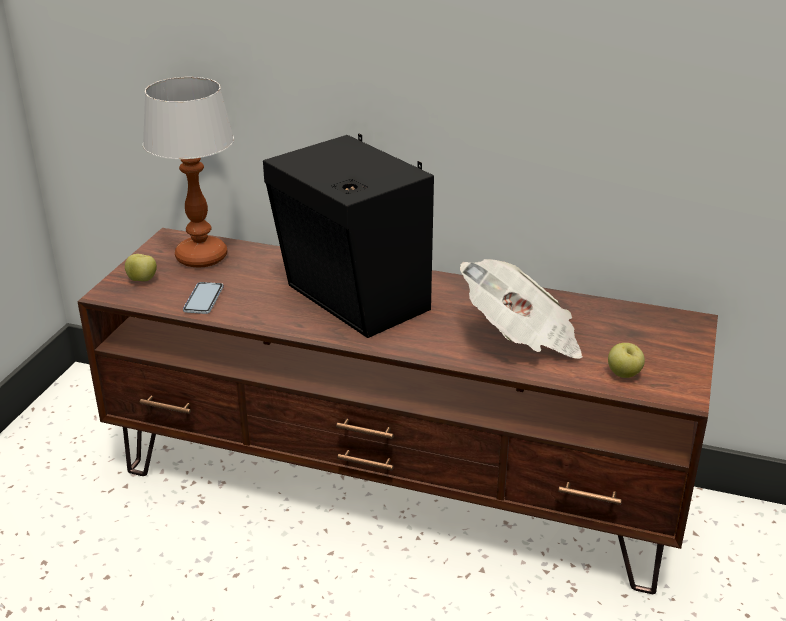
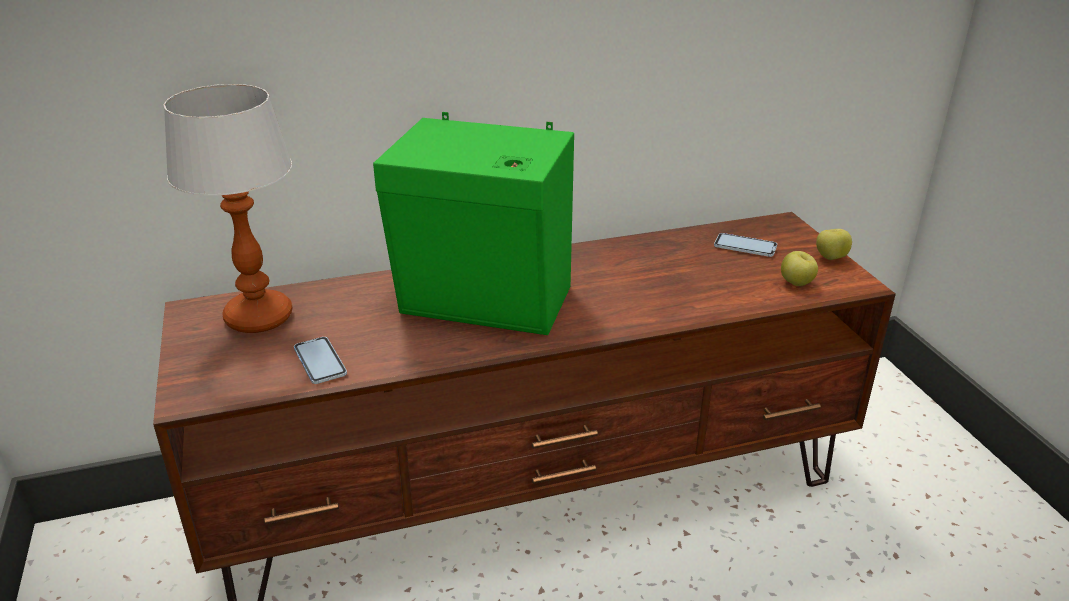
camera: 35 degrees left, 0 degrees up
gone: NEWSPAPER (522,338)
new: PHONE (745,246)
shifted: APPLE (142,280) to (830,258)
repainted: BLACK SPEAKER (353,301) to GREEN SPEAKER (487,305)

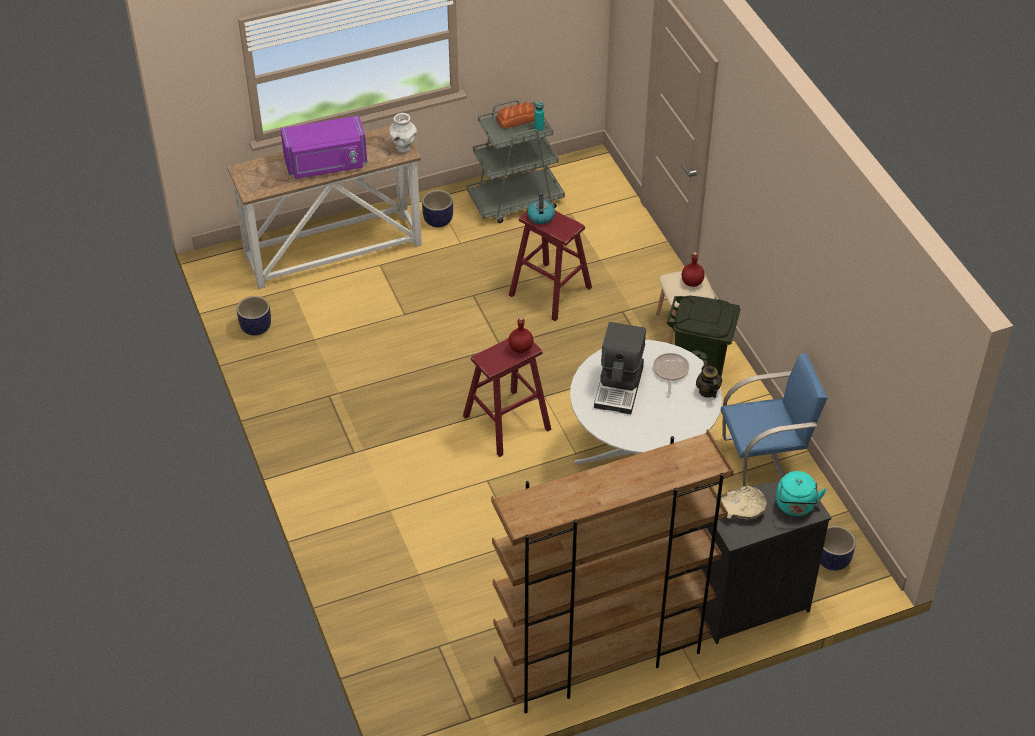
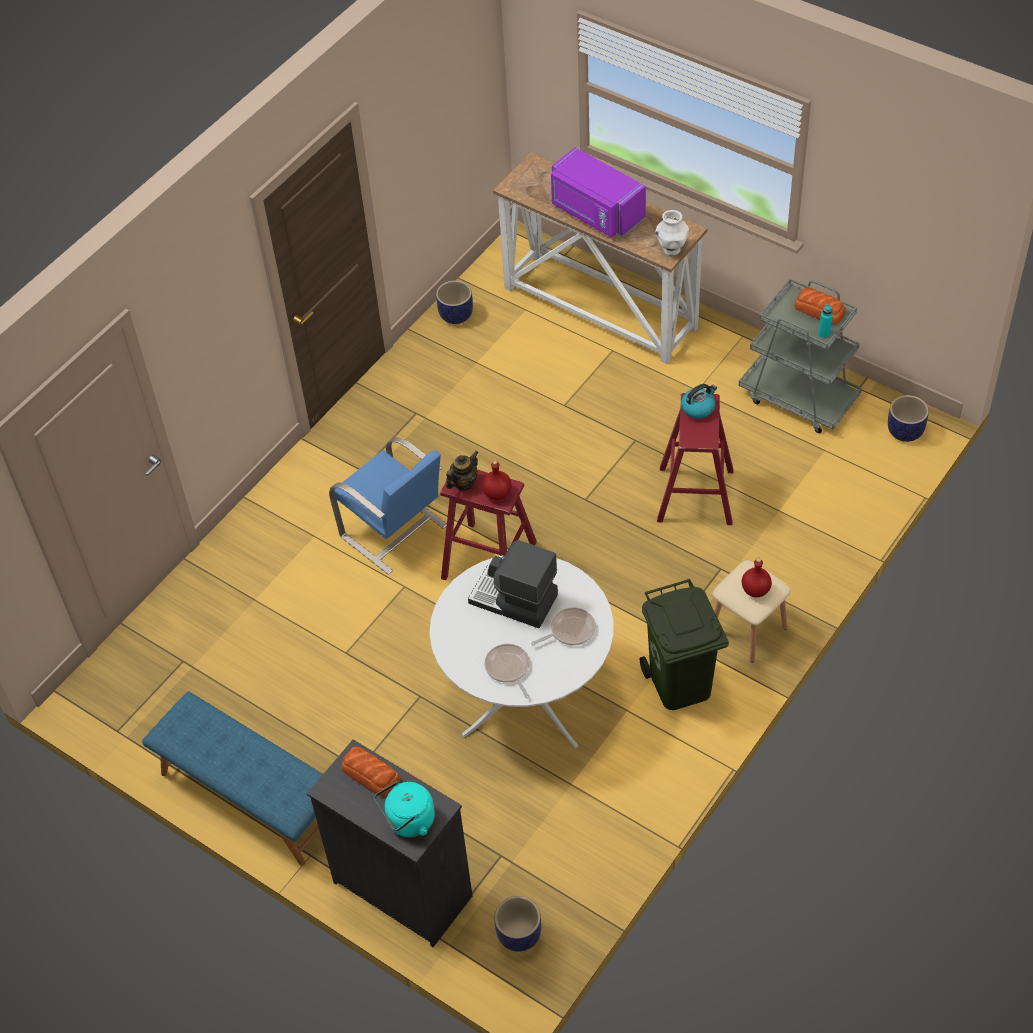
camera: 60 degrees right, 5 degrees up
new: FRYING PAN (508,668)
shifted: PLANTER (438,220) to (905,431); TEAPOT (707,391) to (463,483); BLUE CHAIR (765,459) to (394,532)
swapped: BROWN BOOKCASE (601,661) to BLUE BENCH (249,797); BEIGE BOWL (742,508) to BREAD (371,775)
rotated: COFFEE MACHINE (619,387) = (513,600) 45 degrees clockwise

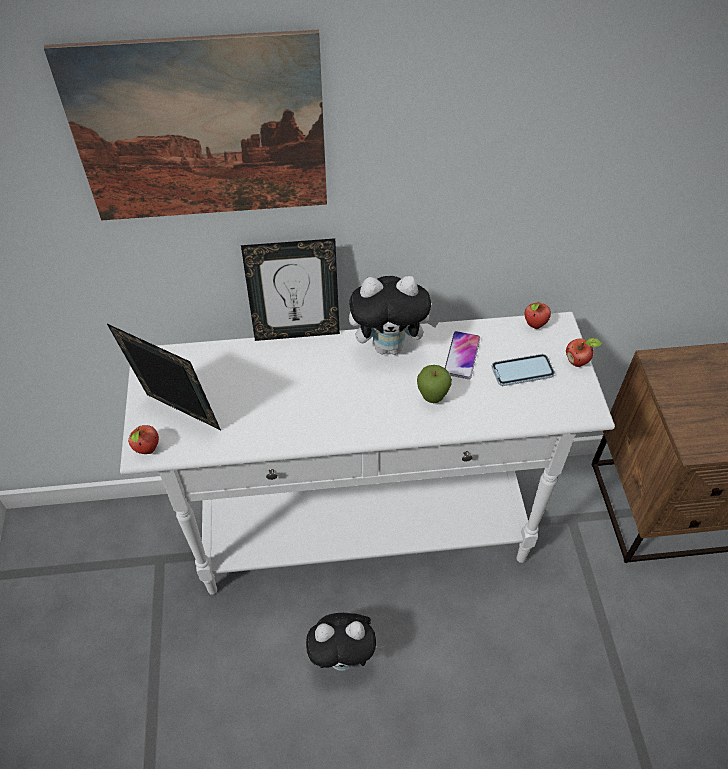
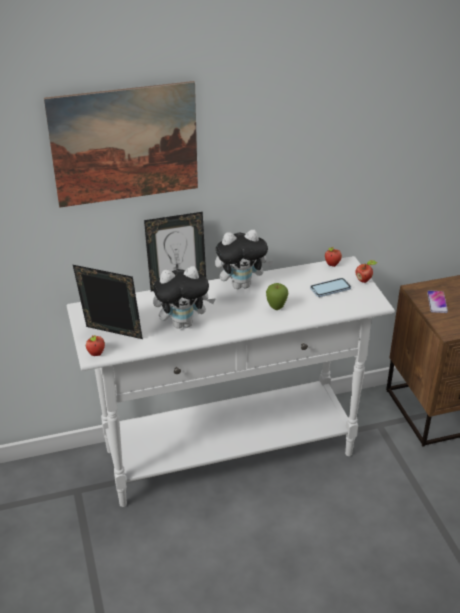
camera: 10 degrees left, 15 degrees down
shifted: PLUSH TOY (344,656) to (183,323); PHONE (462,356) to (437,302)

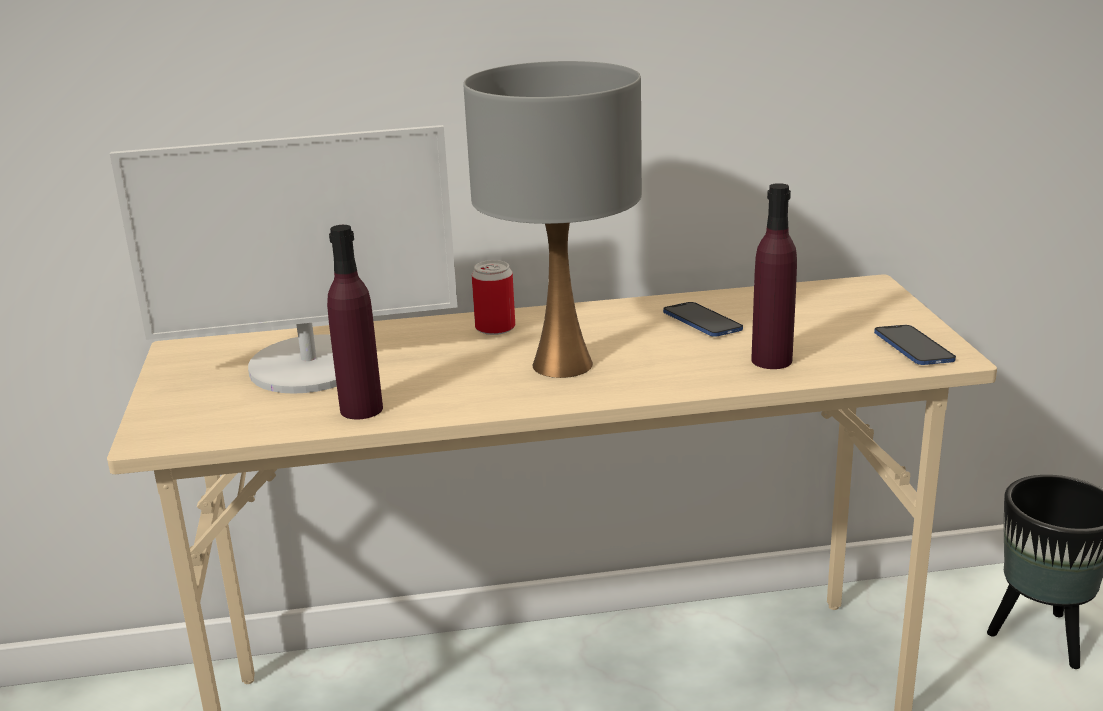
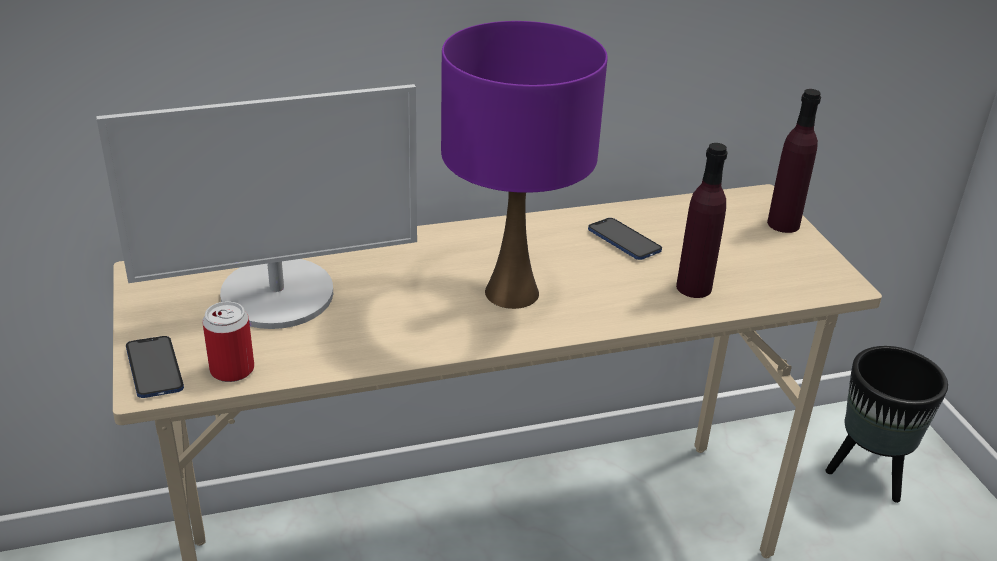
camera: 10 degrees left, 10 degrees up
shifted: PURPLE BOTTLE (361,409) to (783,224); CAN (495,328) to (232,370); PHONE (913,347) to (154,368)
repainted: GREY TABLE LAMP (563,364) to PURPLE TABLE LAMP (513,292)

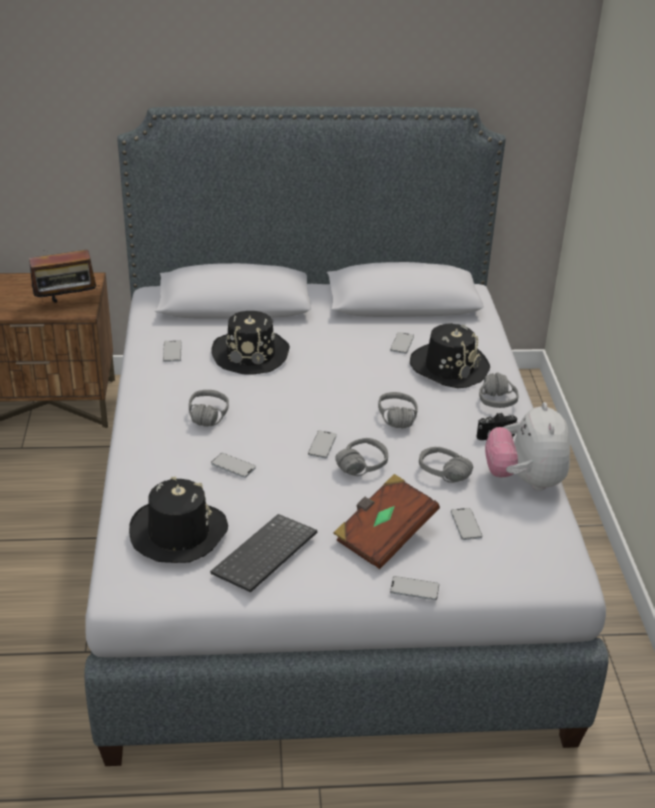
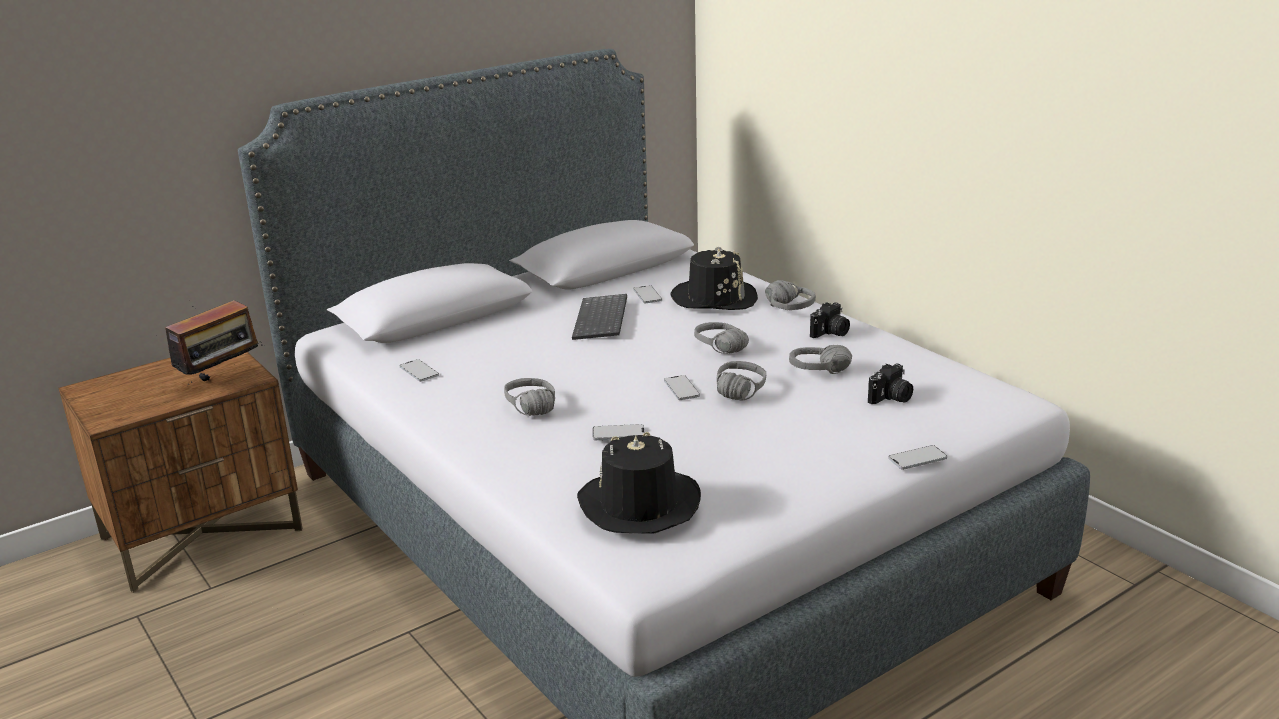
camera: 30 degrees left, 10 degrees down
gone: BLACK HAT (251,354); BROWN BOOK (384,535); PLUSH TOY (524,480)
shifted: KEYBOARD (265,556) to (602,320)
swapped: PHONE (466,524) to PHOTO CAMERA (891,398)

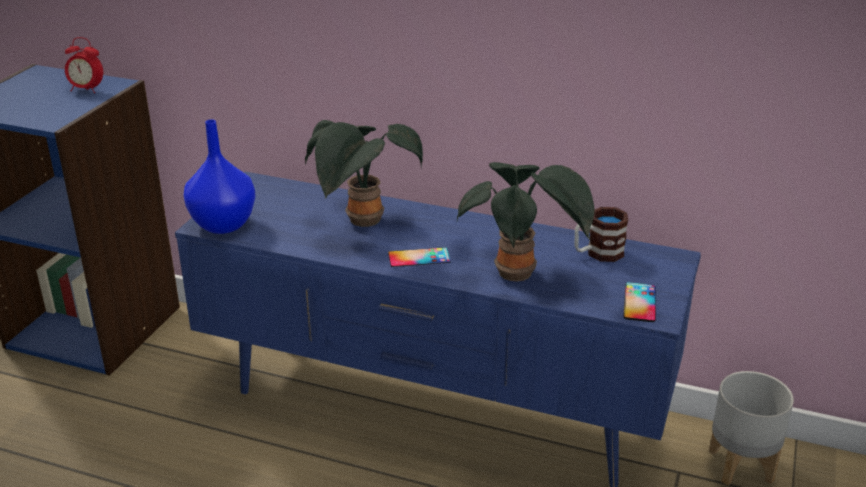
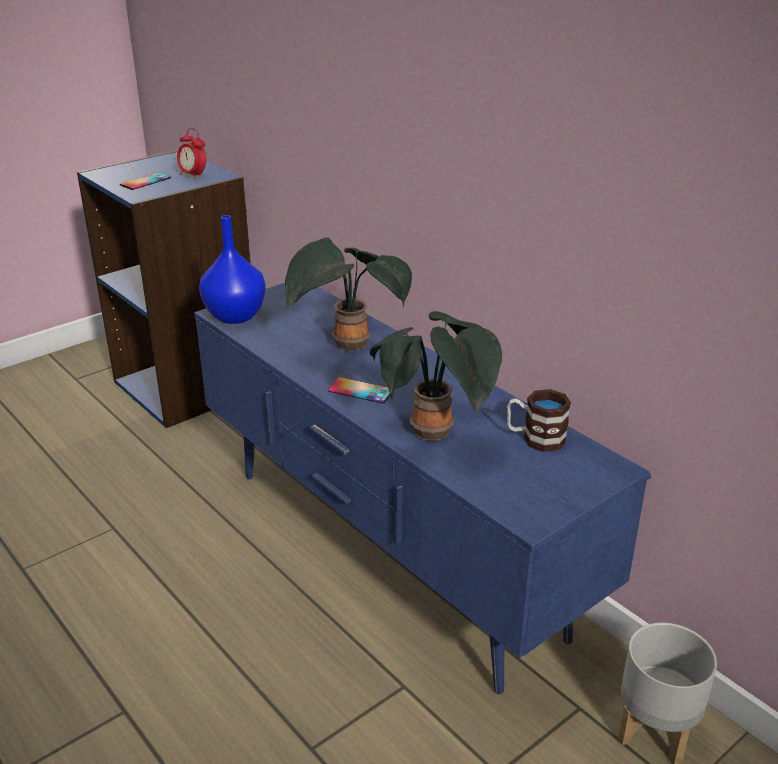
camera: 30 degrees right, 0 degrees up
shifted: PHONE (639,302) to (145,181)

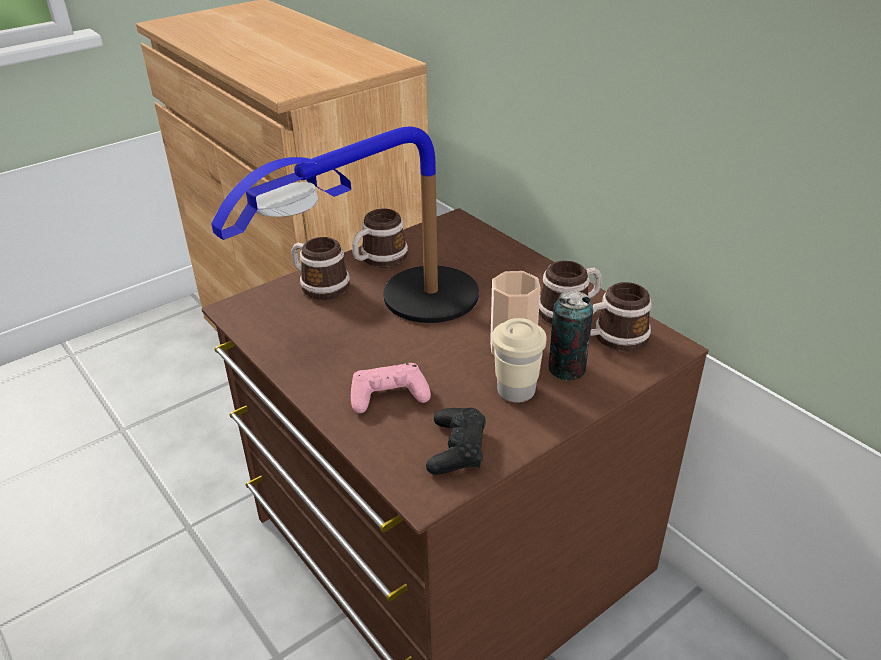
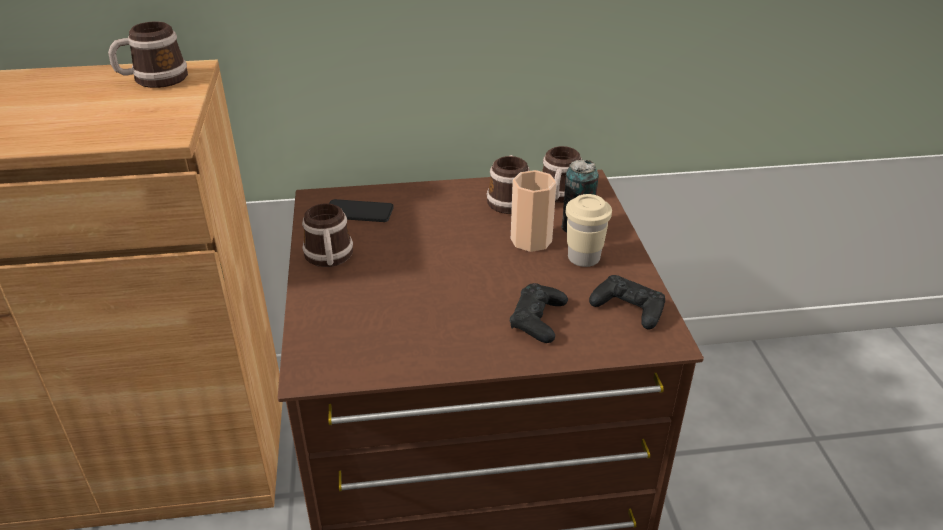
camera: 60 degrees left, 0 degrees up
gone: TABLE LAMP (389,316)
new: PHONE (359,212)
shifted: MUG (319,285) to (153,80)
repainted: PINK GAME CONTROLLER (388,395) to BLACK GAME CONTROLLER (538,319)

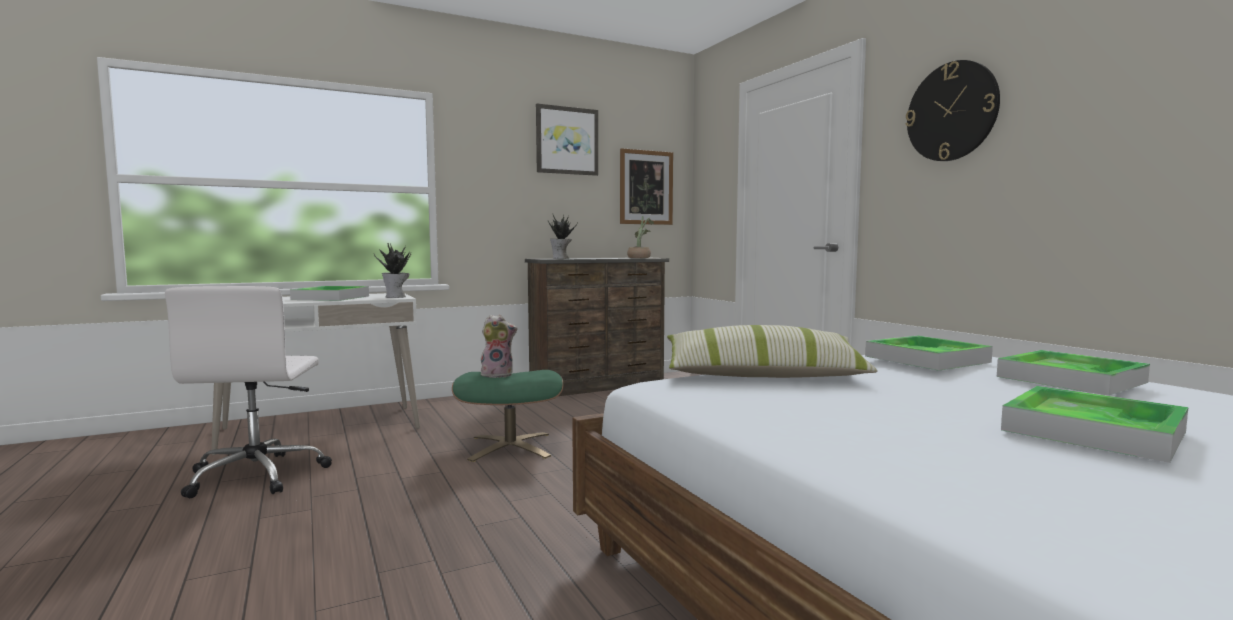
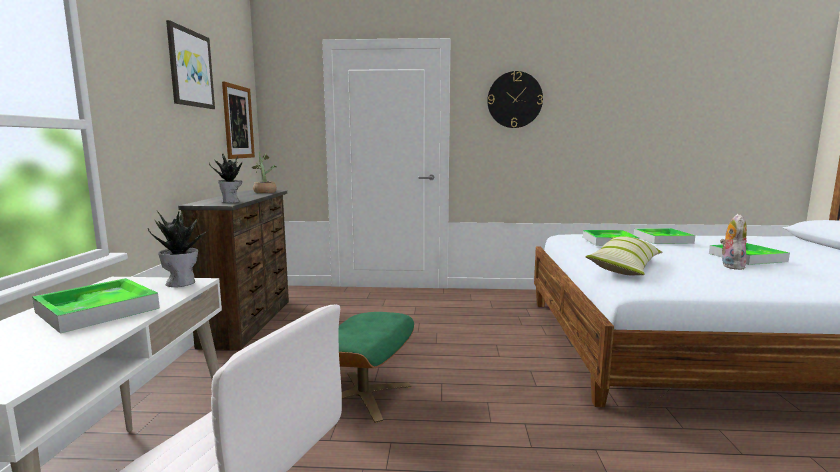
camera: 60 degrees left, 5 degrees up
shifted: PLUSH TOY (498,375) to (730,266)

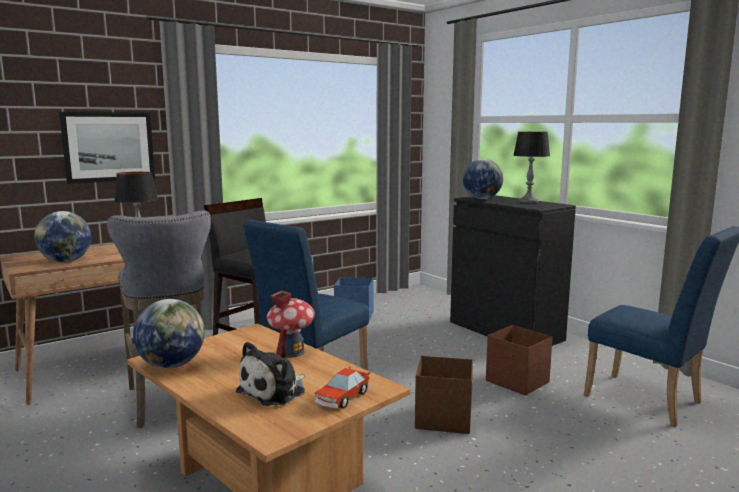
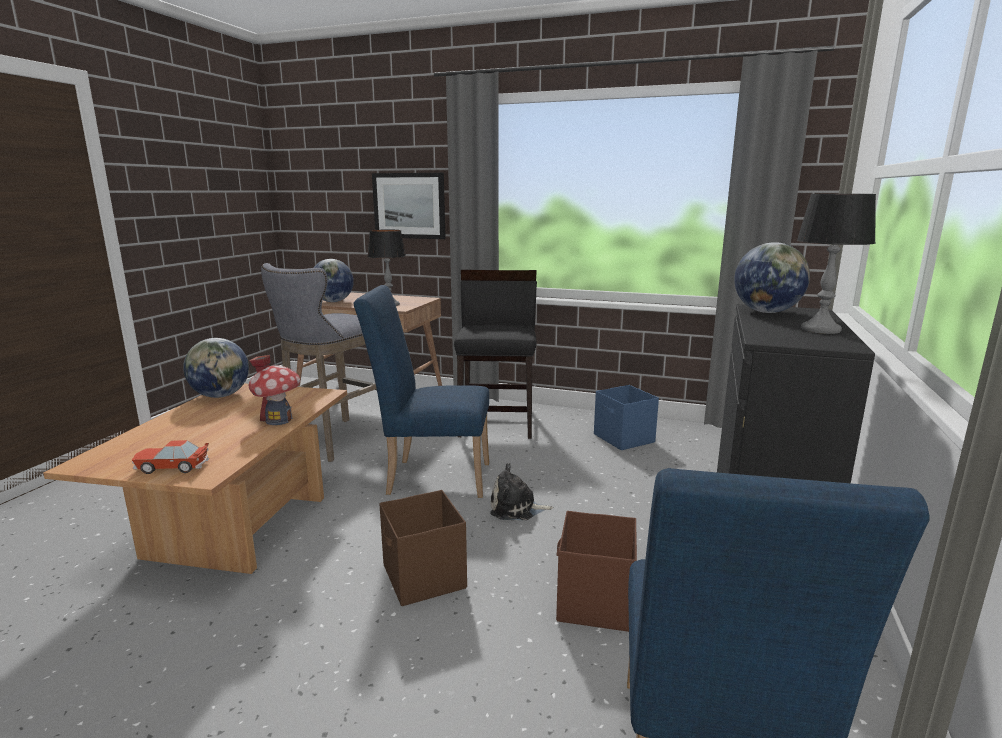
camera: 55 degrees right, 5 degrees up
shifted: PLUSH TOY (275,391) to (516,508)

